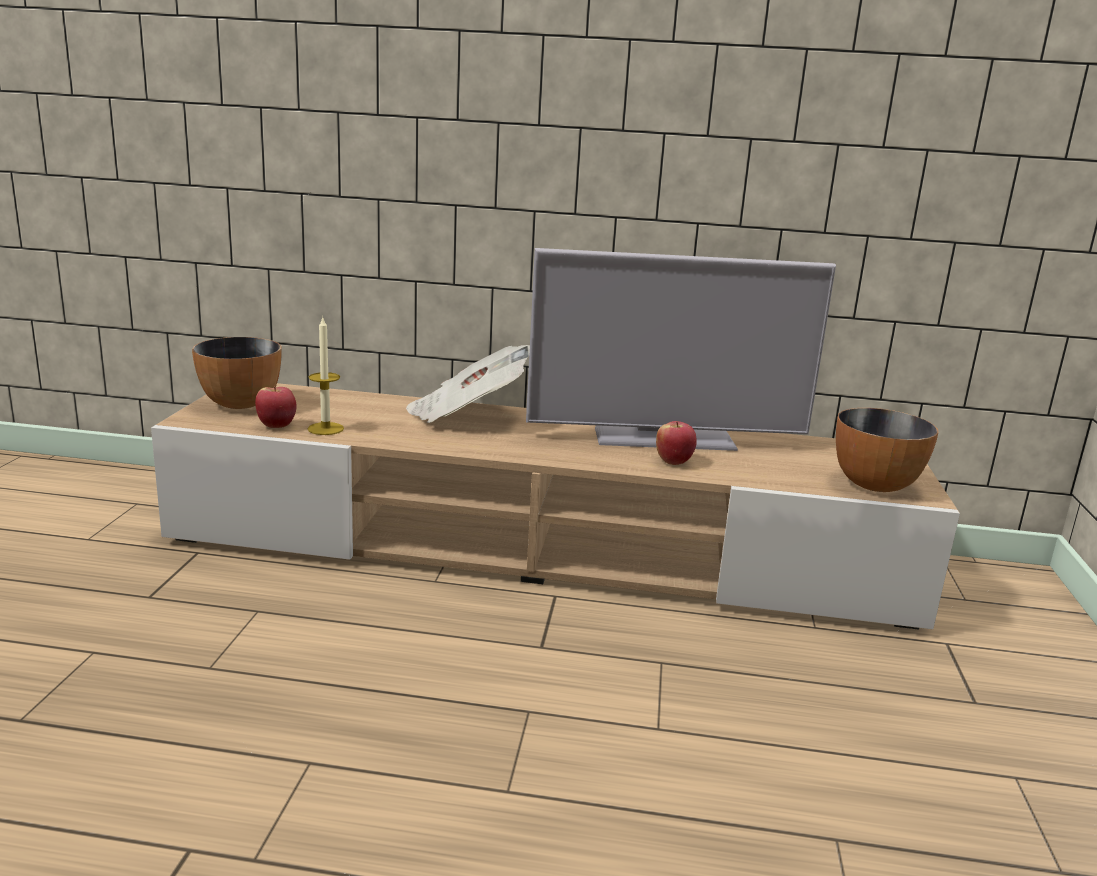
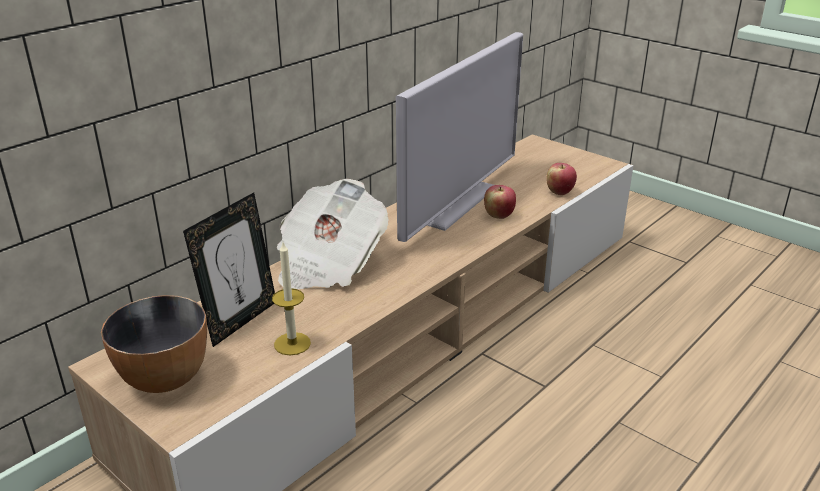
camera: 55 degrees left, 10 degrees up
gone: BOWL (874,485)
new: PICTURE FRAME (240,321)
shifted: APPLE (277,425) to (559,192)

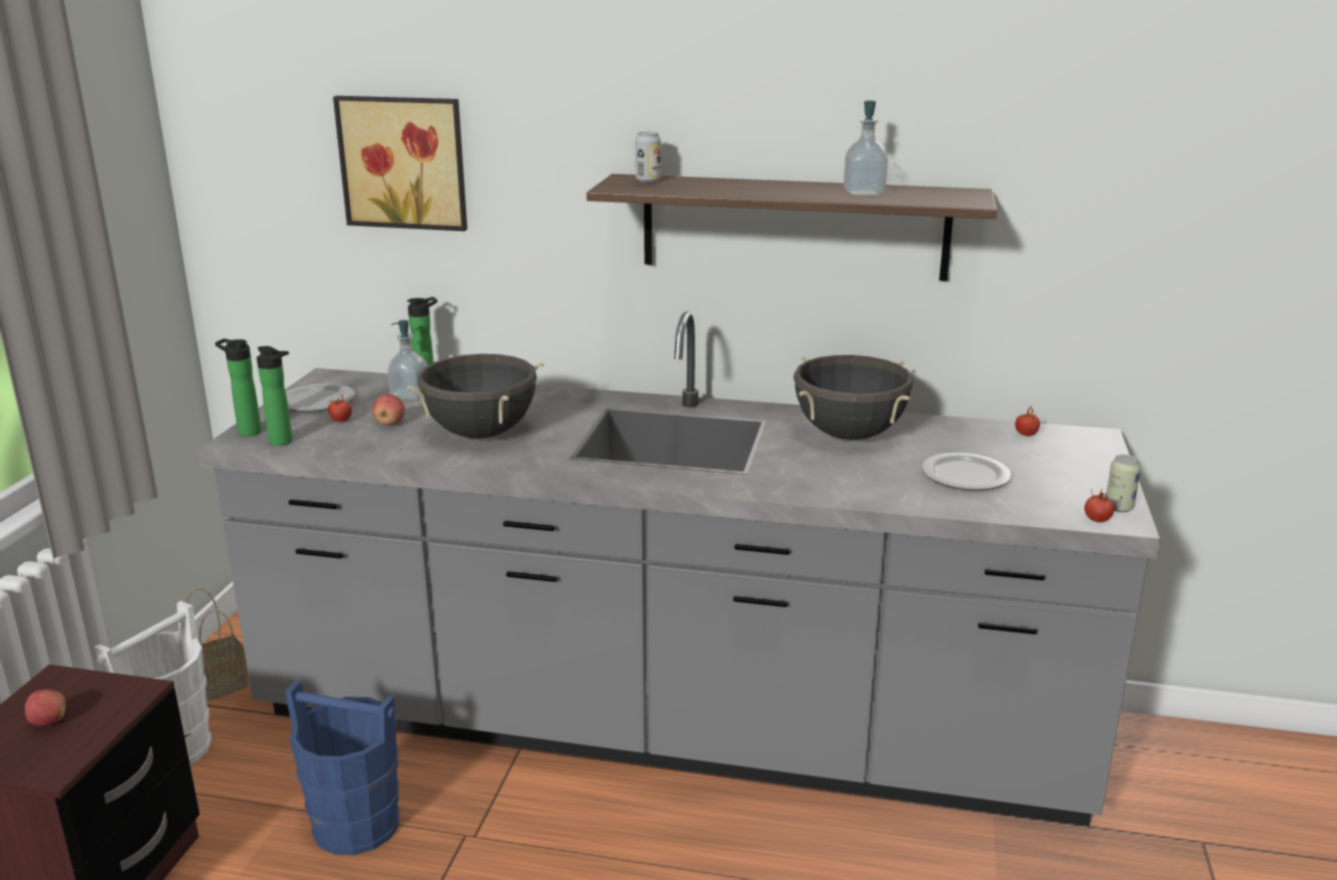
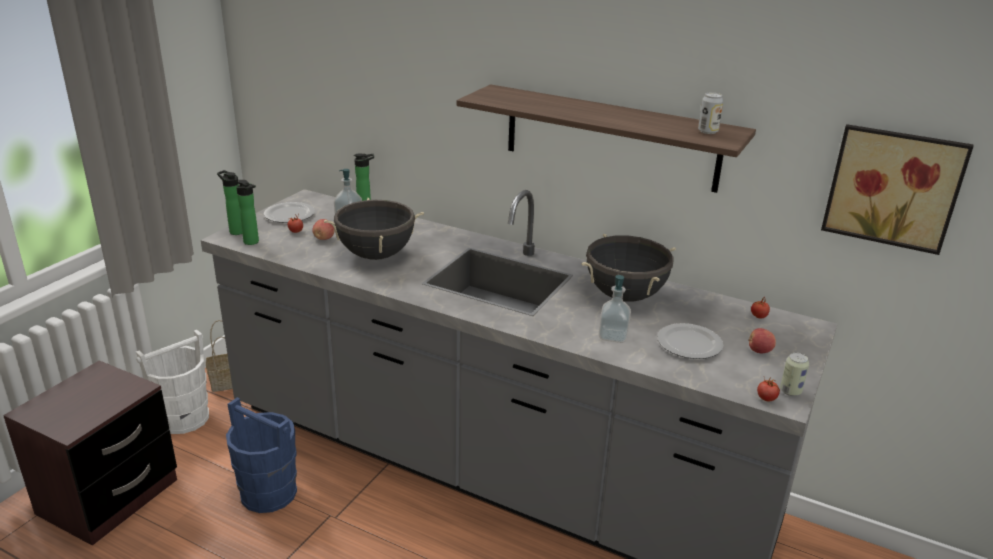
camera: 15 degrees right, 5 degrees up
shifted: APPLE (48,722) to (759,351); PICTURE (405,162) to (893,187); CAN (648,180) to (708,131); SOAP DISPENSER (864,193) to (613,336)

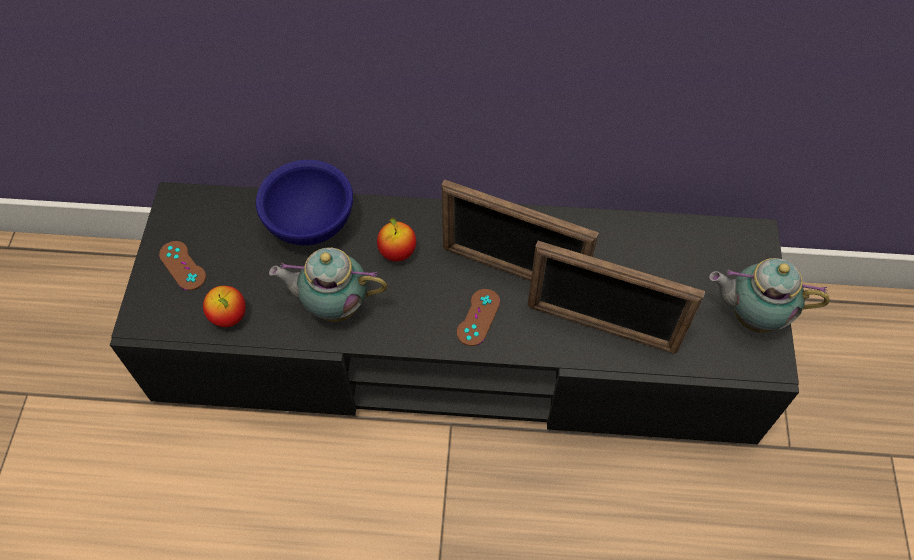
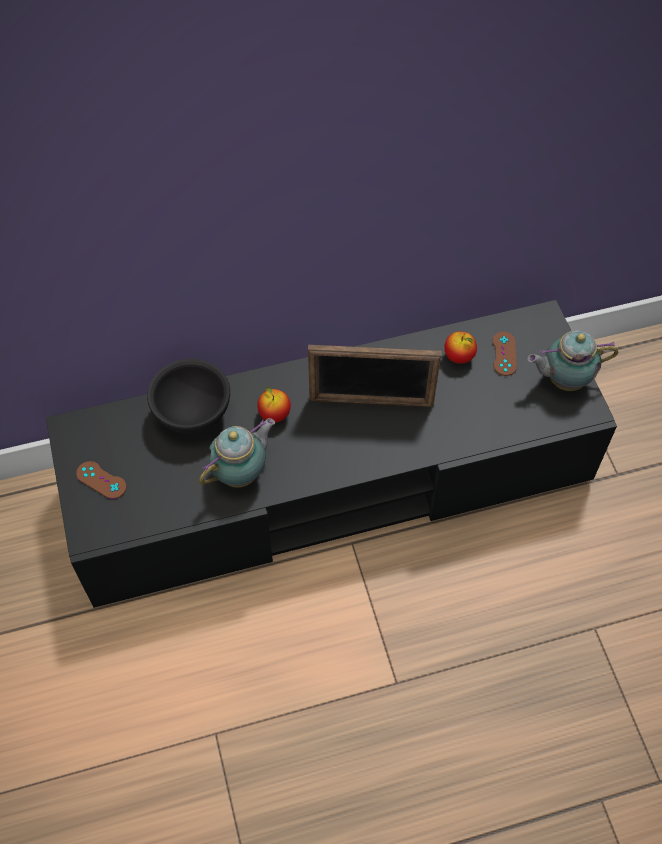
camera: 20 degrees left, 0 degrees up
gone: PICTURE FRAME (601,327)
shifted: APPLE (229,317) to (459,357); BROWN GAME CONTROLLER (478,317) to (504,354)
repainted: BLUE BOWL (309,223) to BLACK BOWL (191,413)
rotated: TEAPOT (333,306) = (242,473) 150 degrees clockwise

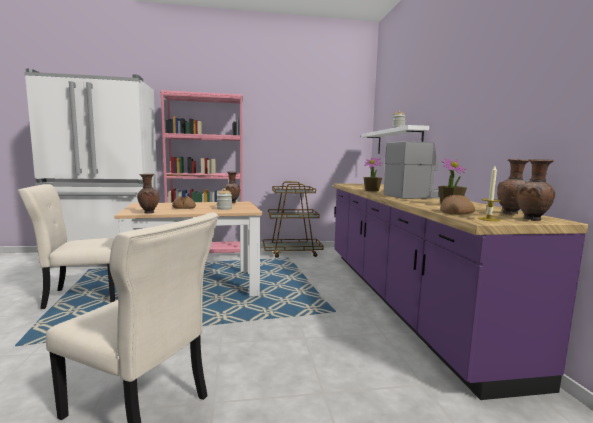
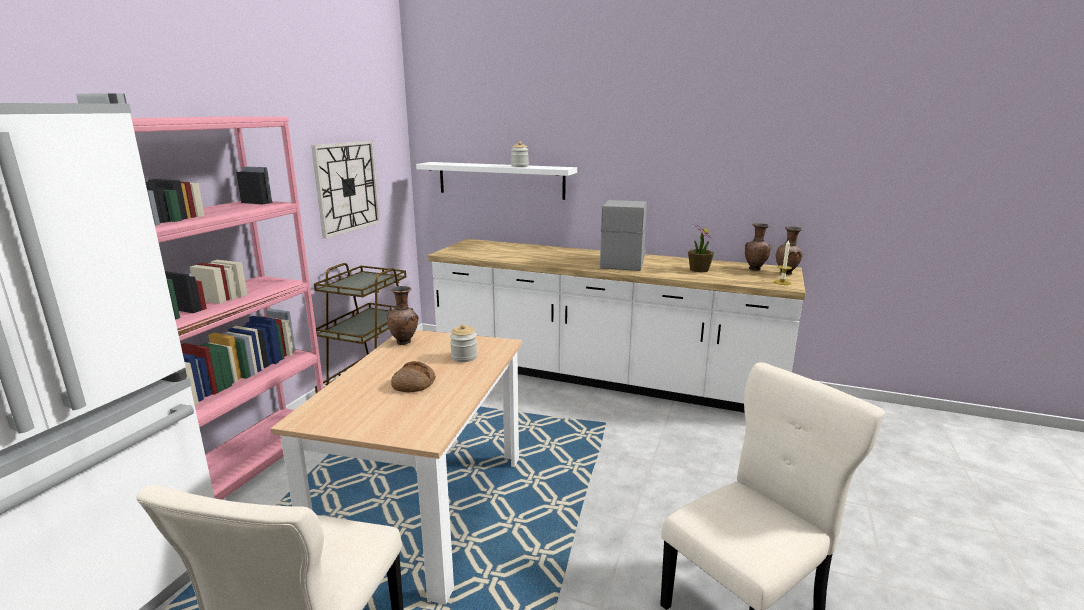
camera: 60 degrees left, 10 degrees up
gone: BROWN VASE (148,213); POTTED PLANT (372,190); BREAD (456,212)
new: WALL CLOCK (347,187)
repainted: PURPLE COUNTER (400,298) to WHITE COUNTER (602,377)

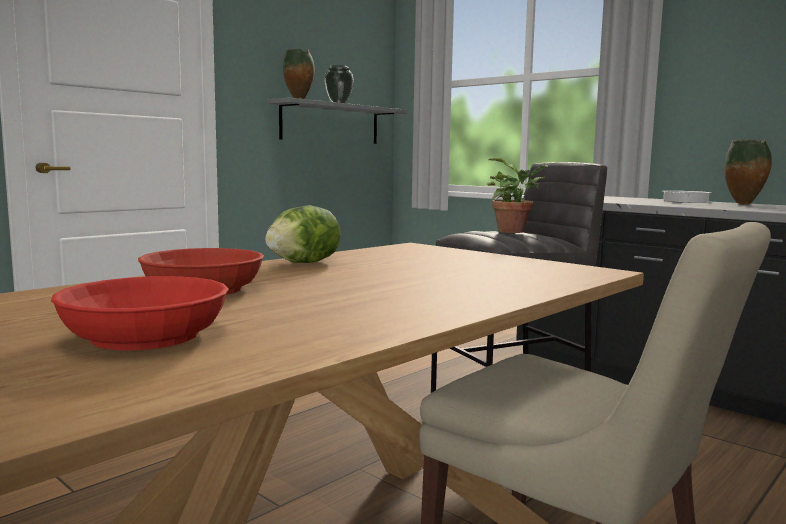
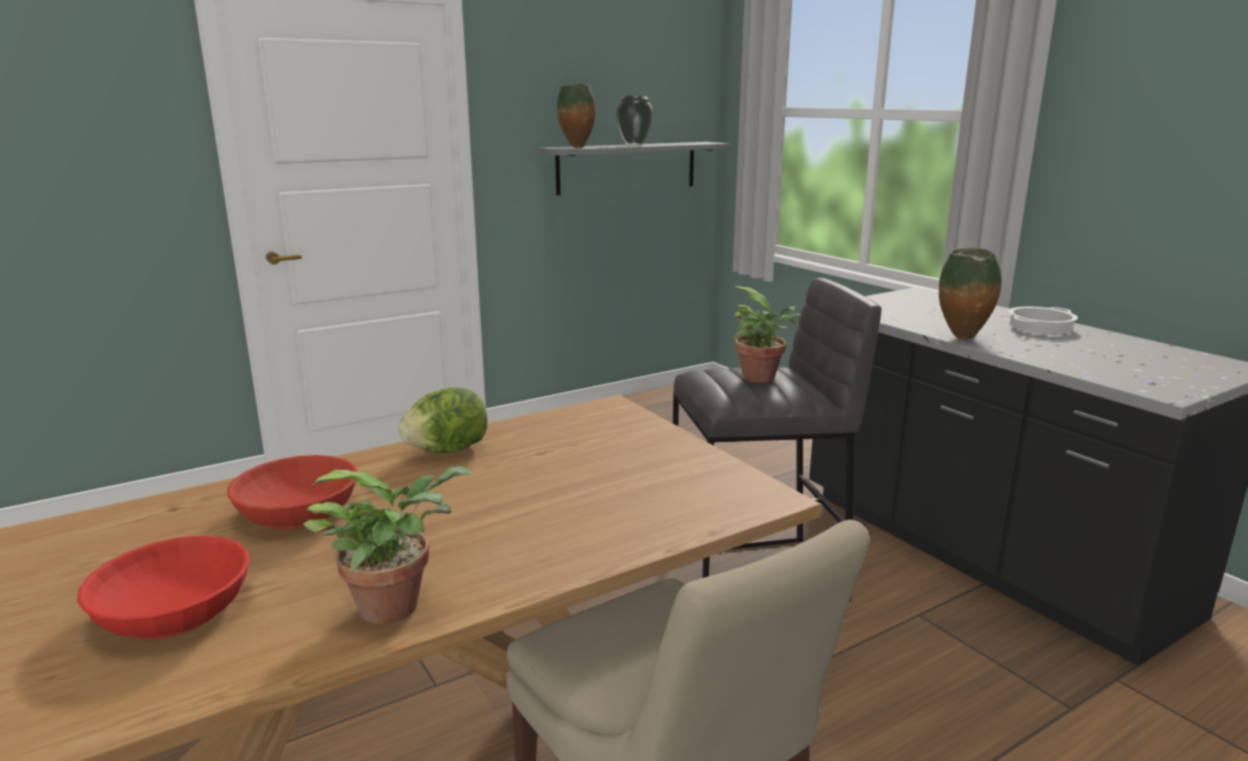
camera: 15 degrees right, 10 degrees up
new: POTTED PLANT (397,605)
shifted: VASE (744,204) to (962,338)

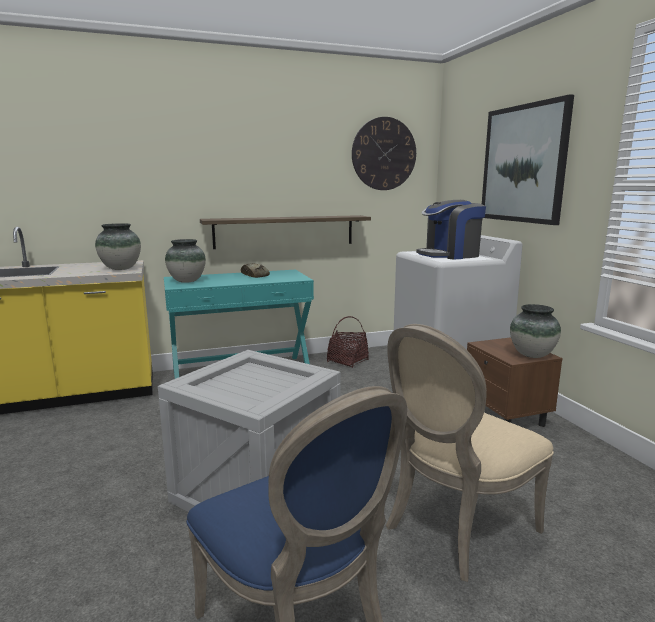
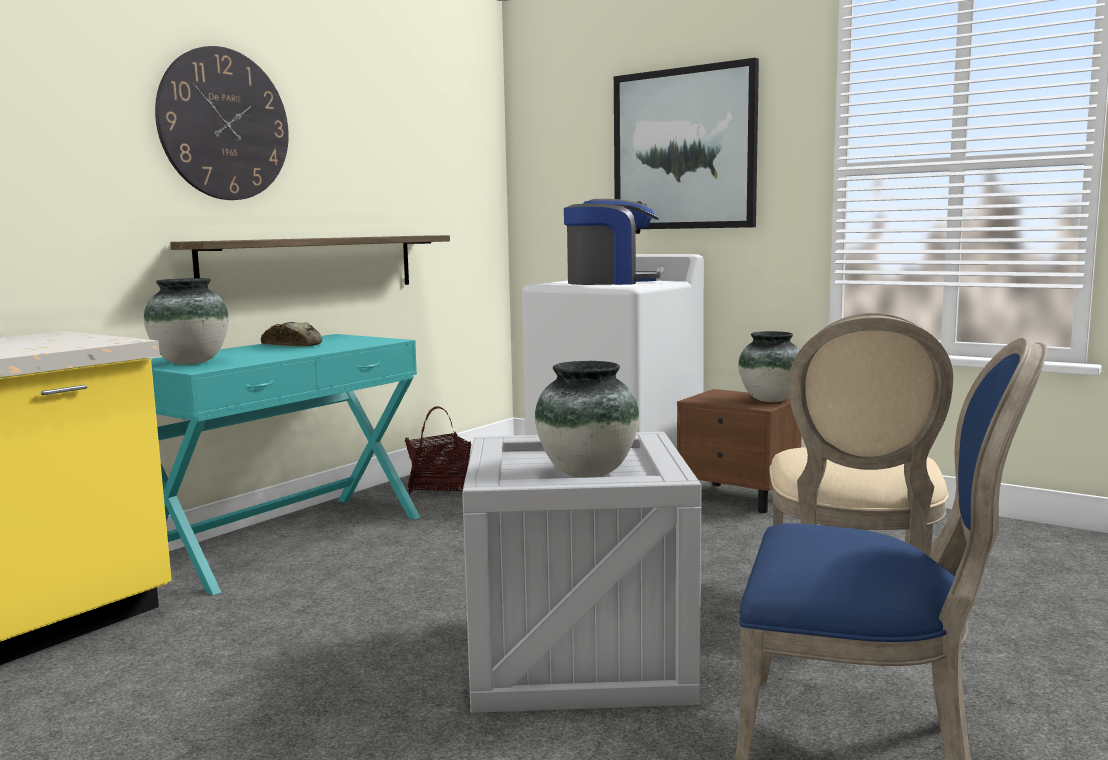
camera: 35 degrees left, 5 degrees down
shifted: VASE (121,268) to (588,473); WALL CLOCK (384,154) to (224,124)
rotated: COFFEE MACHINE (450,255) = (611,282) 120 degrees counterclockwise

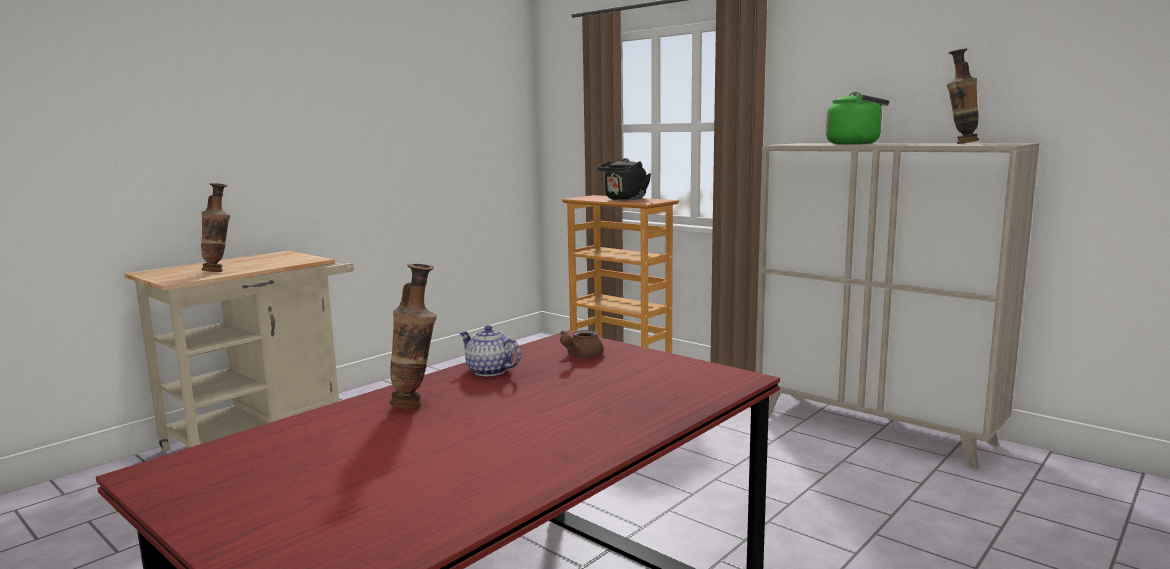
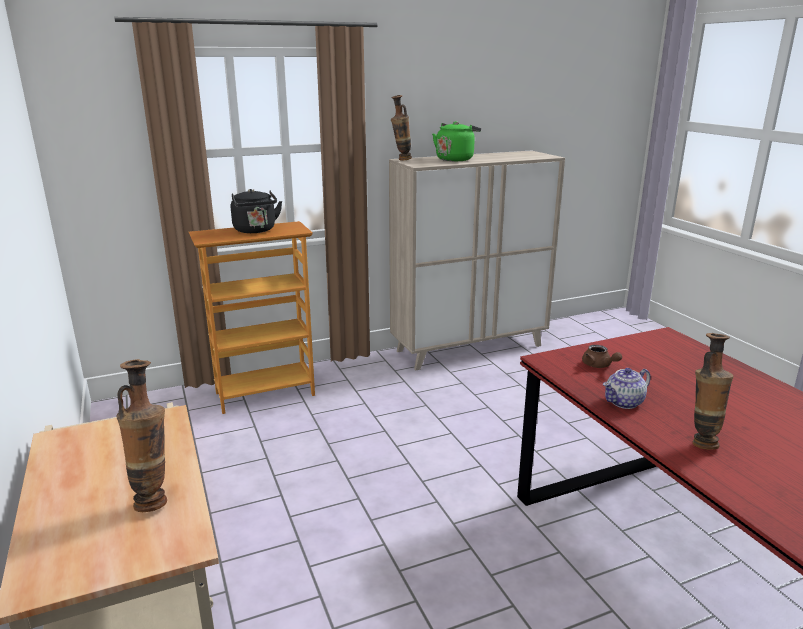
camera: 65 degrees left, 10 degrees up
shifted: VASE (959,143) to (401,160)

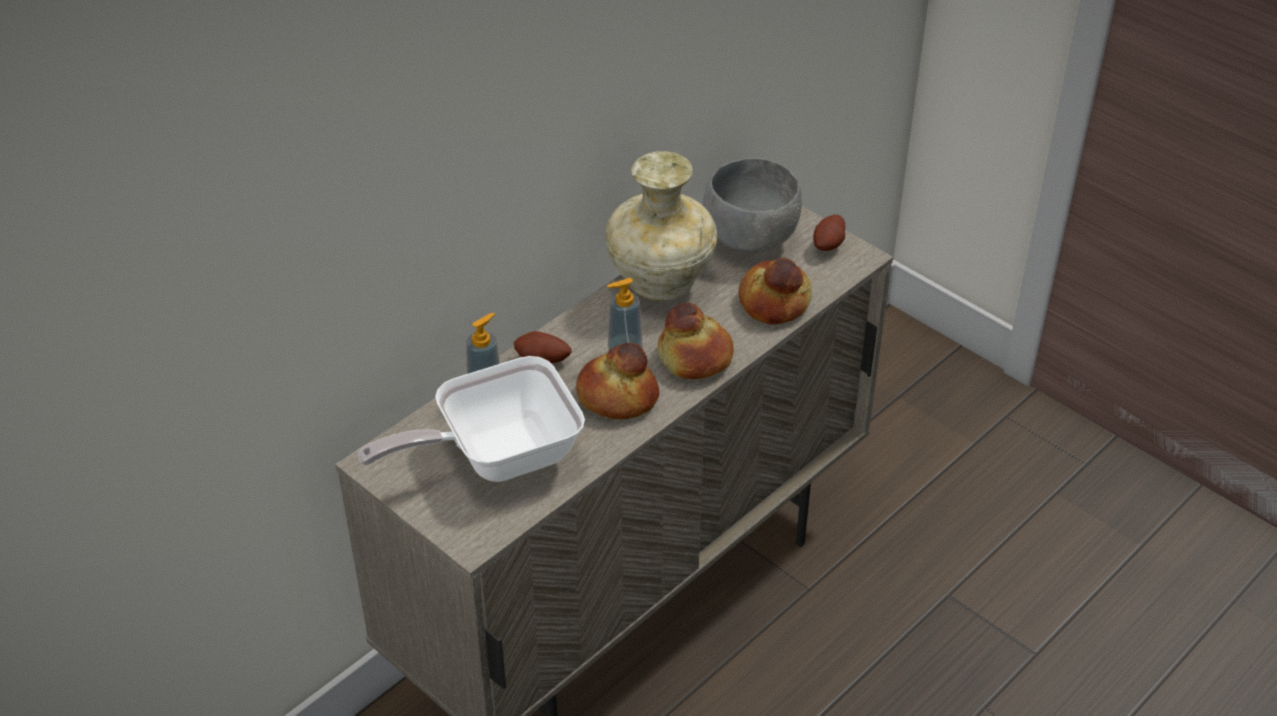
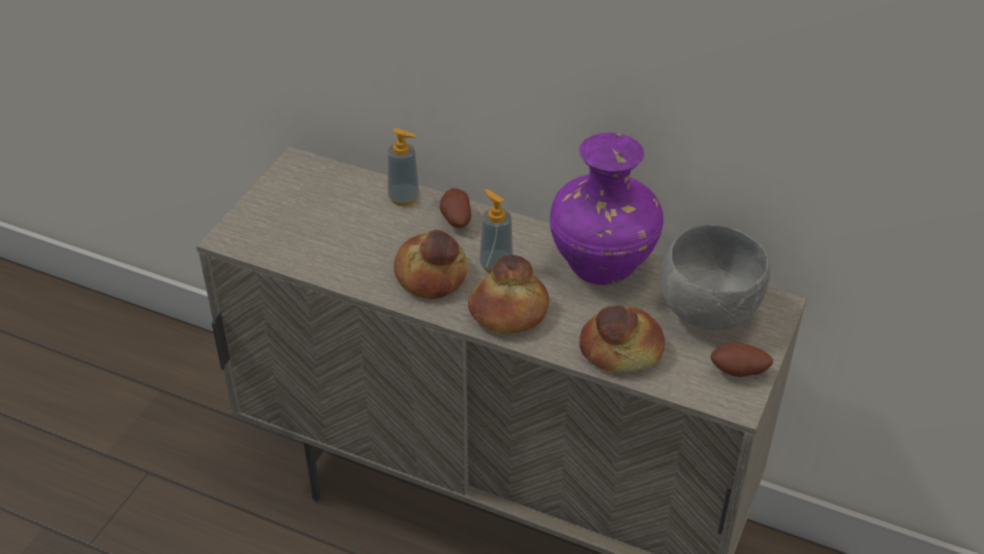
camera: 70 degrees right, 0 degrees up
gone: FRYING PAN (496,456)
repainted: BEIGE VASE (661,284) to PURPLE VASE (600,266)

